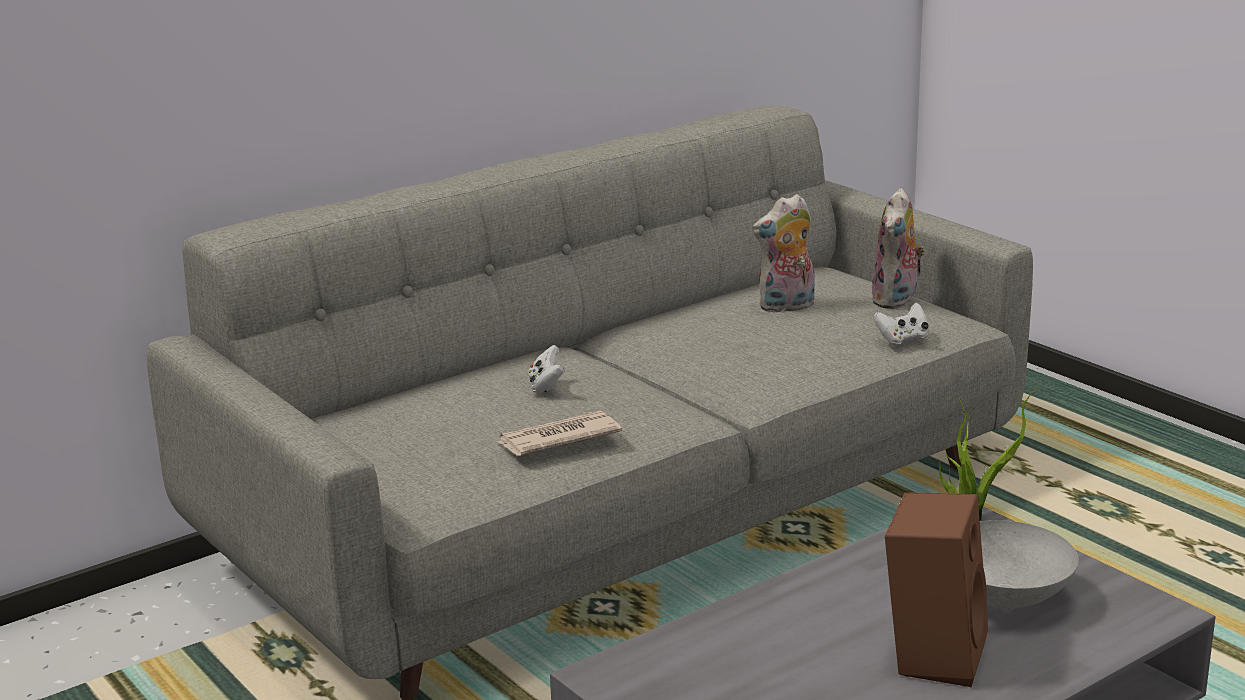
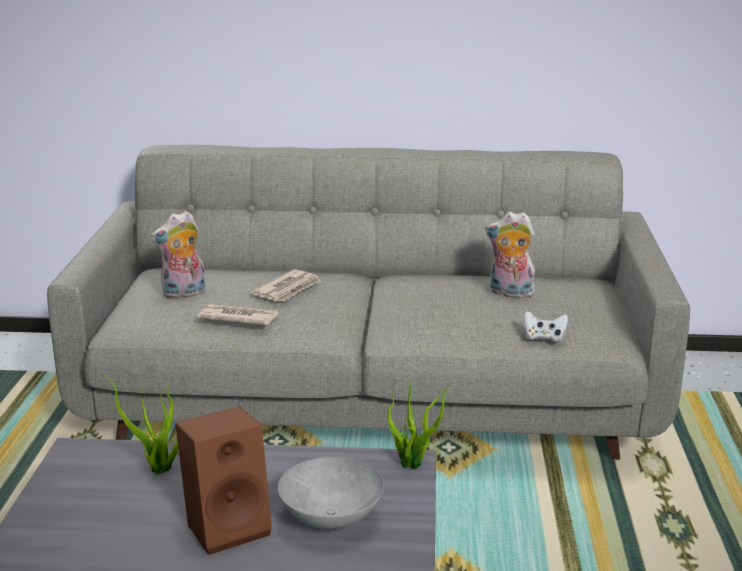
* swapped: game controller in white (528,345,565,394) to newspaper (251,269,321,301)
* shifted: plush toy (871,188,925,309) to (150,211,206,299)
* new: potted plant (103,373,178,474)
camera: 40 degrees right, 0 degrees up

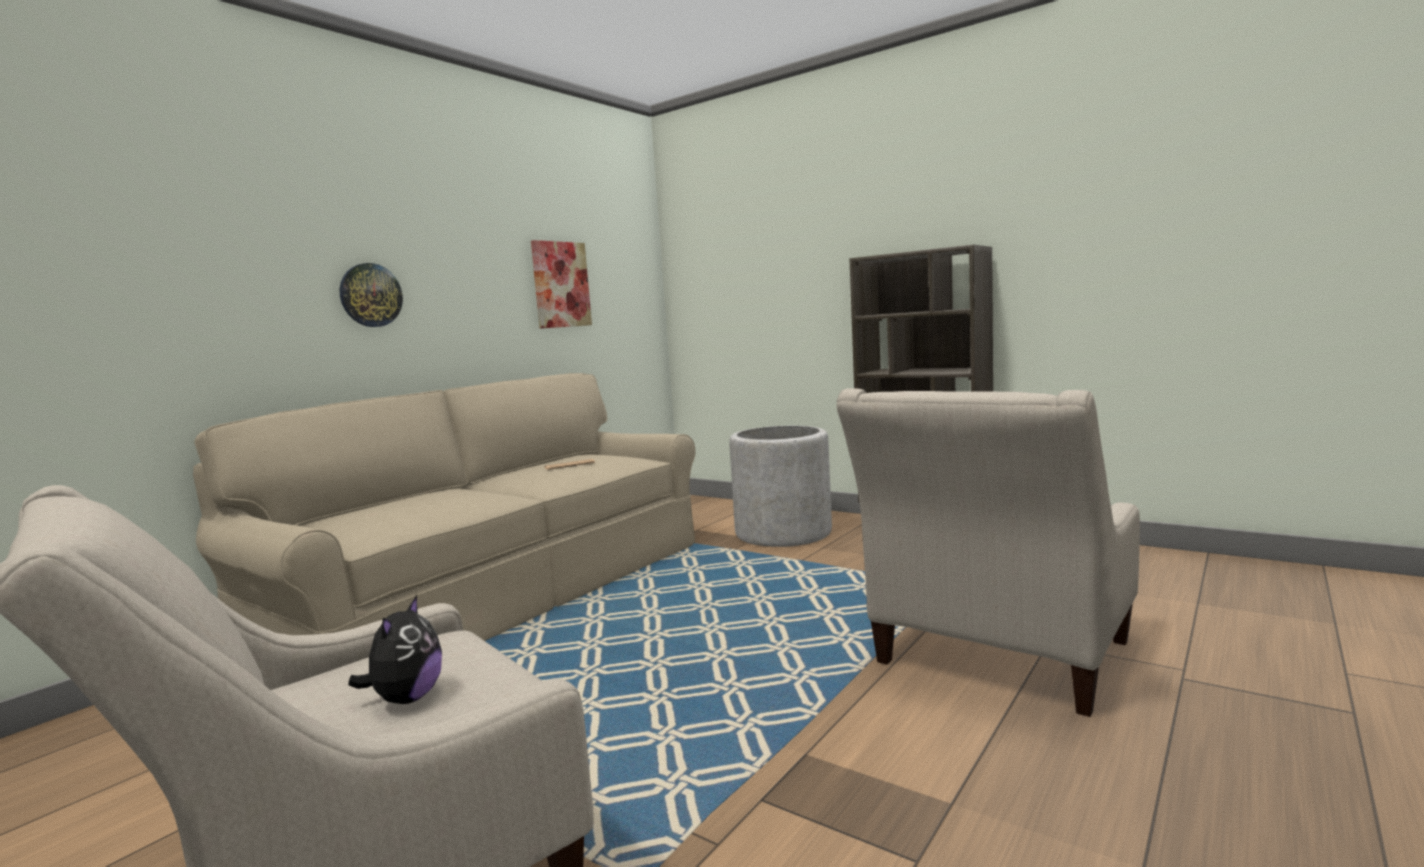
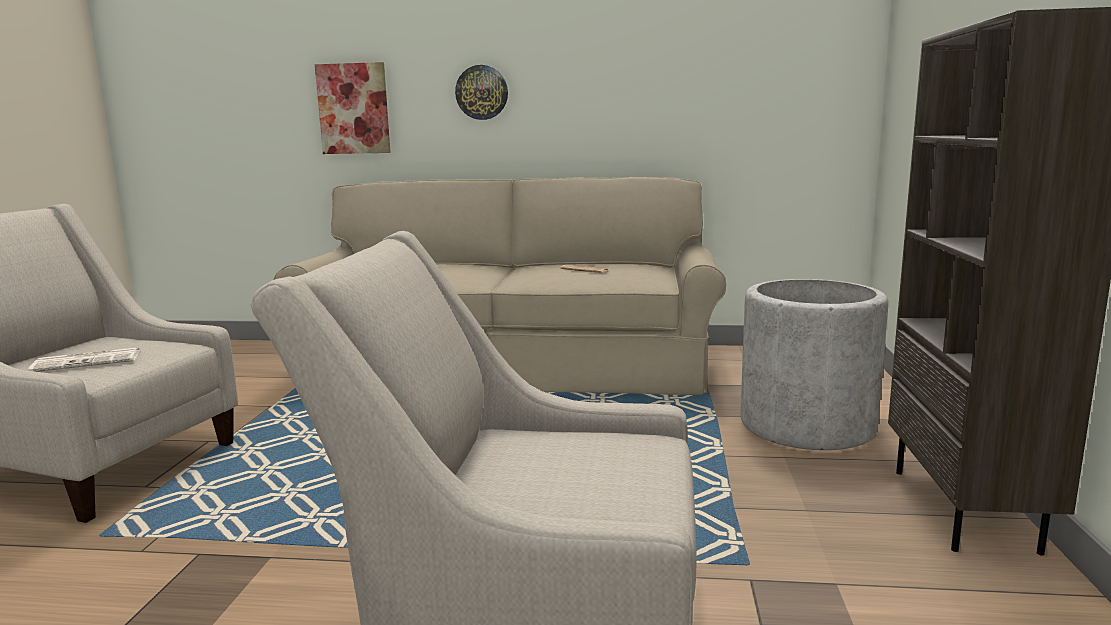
* swapped: plush toy (348,595,442,704) to newspaper (28,347,140,372)
* shifted: picture (531,240,592,328) to (315,62,391,154)
camera: 60 degrees right, 5 degrees up

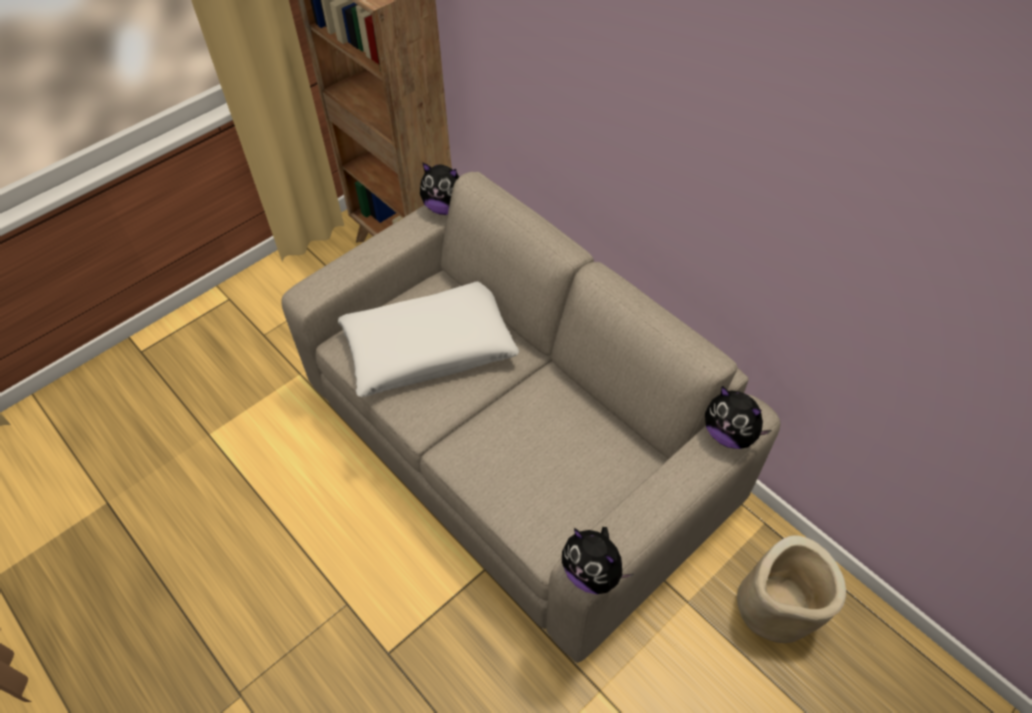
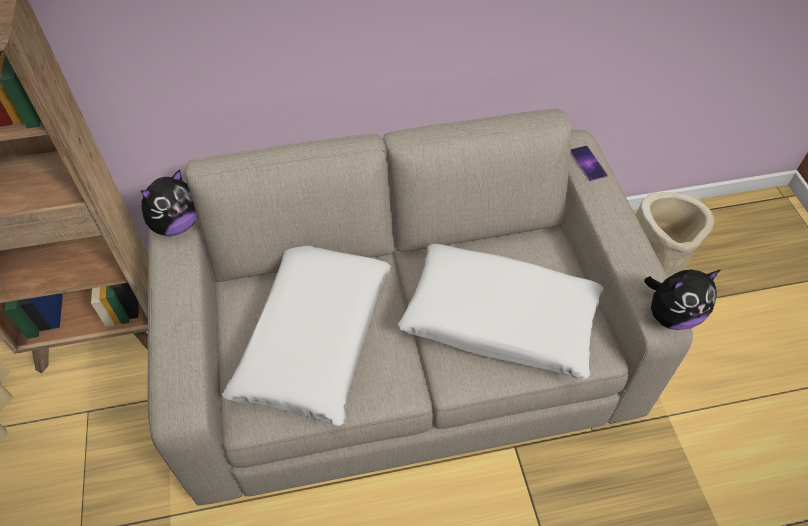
* swapped: plush toy (705,386,771,449) to phone (570,146,608,181)
* new: pillow in white (398,244,604,379)
camera: 60 degrees left, 0 degrees up

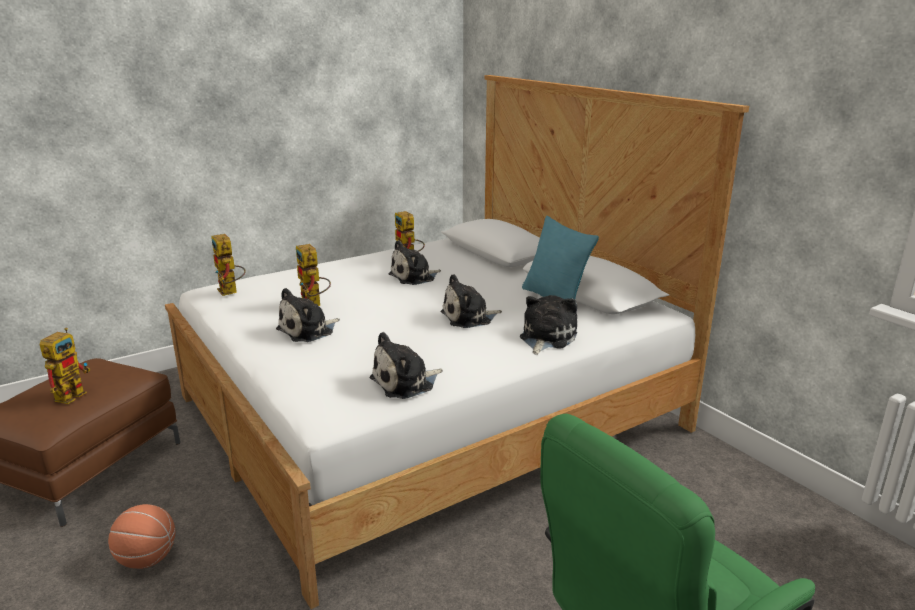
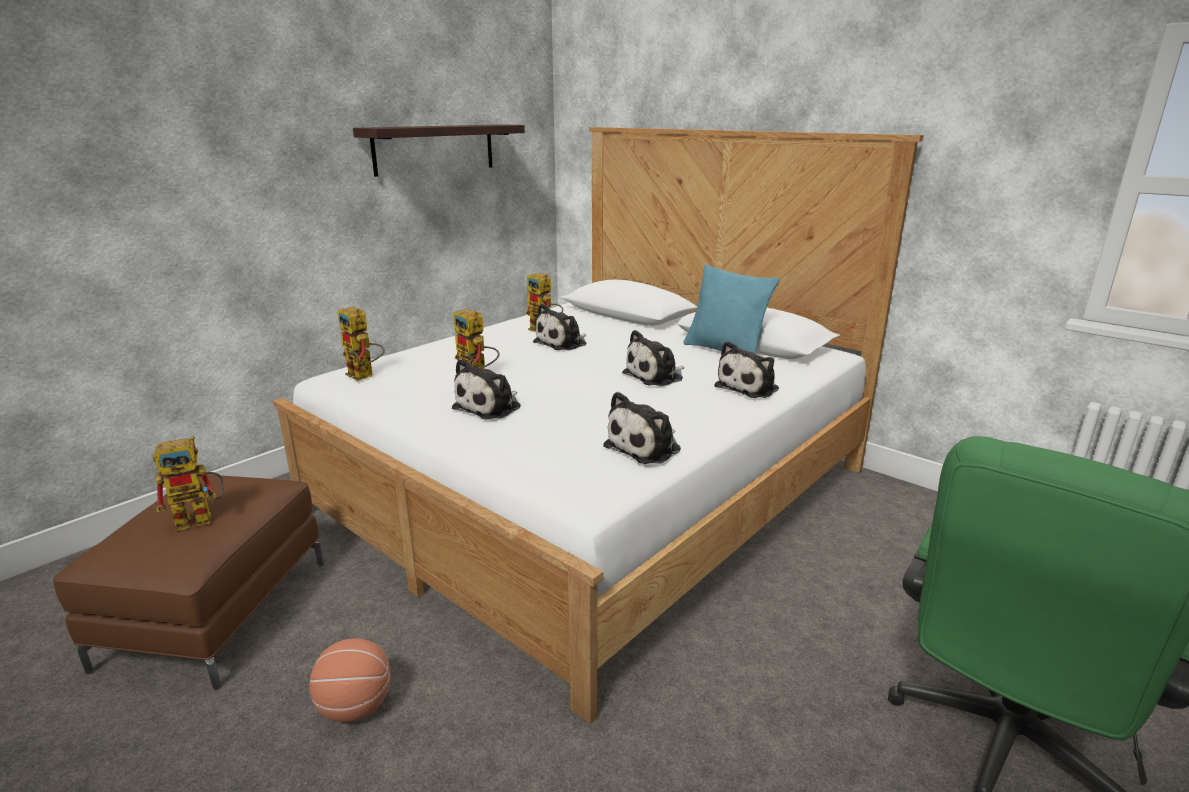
* rotated: toy robot (39,327,90,404) = (153,436,224,531) 60 degrees clockwise
* rotated: plush toy (520,295,577,355) = (714,341,779,398) 150 degrees counterclockwise
* new: shelf (353,124,525,177)
camera: 15 degrees left, 0 degrees up

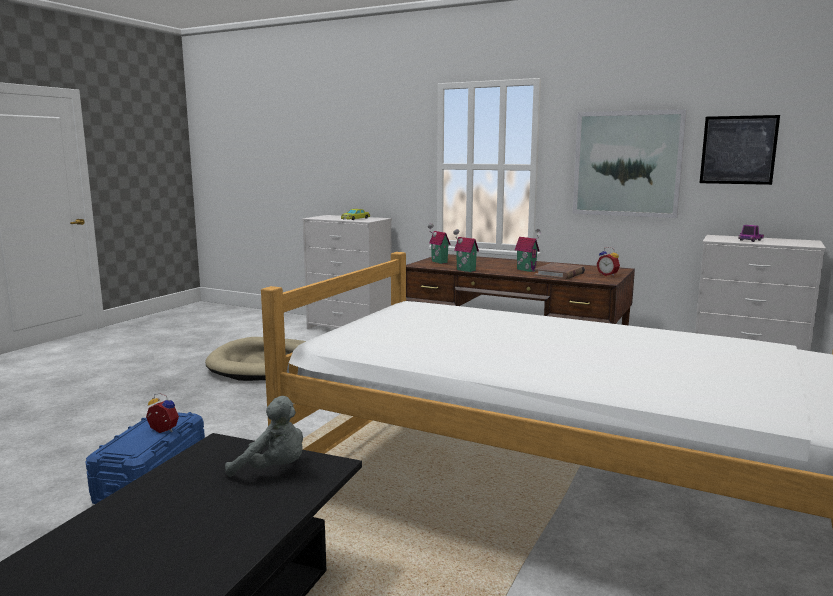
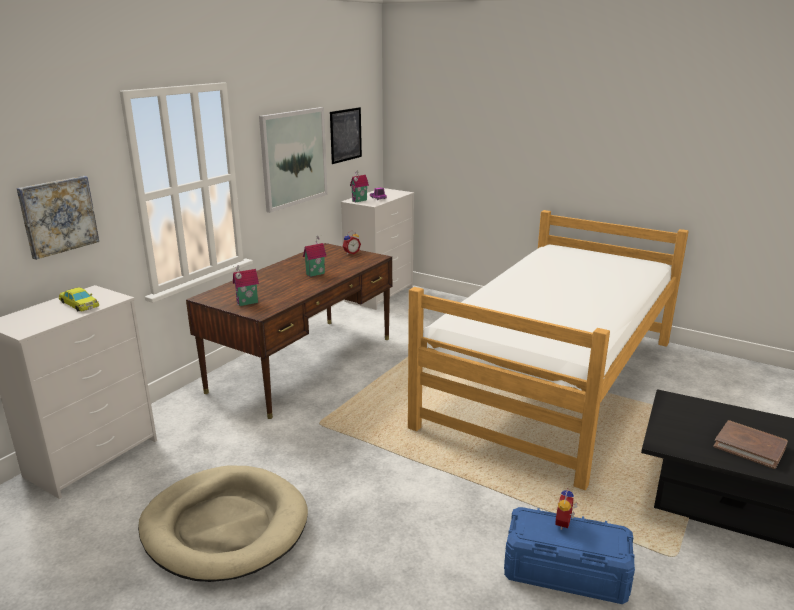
* gone: plush toy in grey (225,396,303,477)
* shifted: toy house (453,229,479,272) to (350,170,369,202)
* shifted: book in brown (534,263,585,279) to (713,420,788,469)
* new: picture (17,176,99,260)
camera: 85 degrees left, 10 degrees up

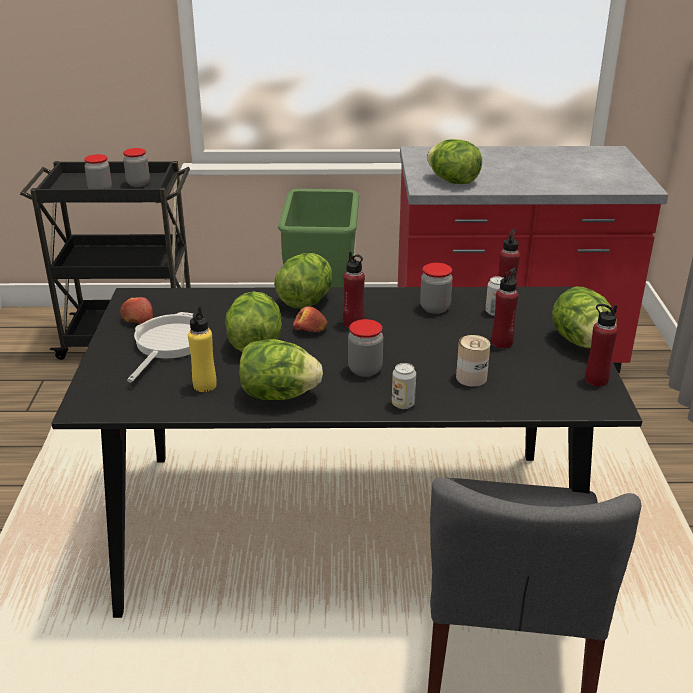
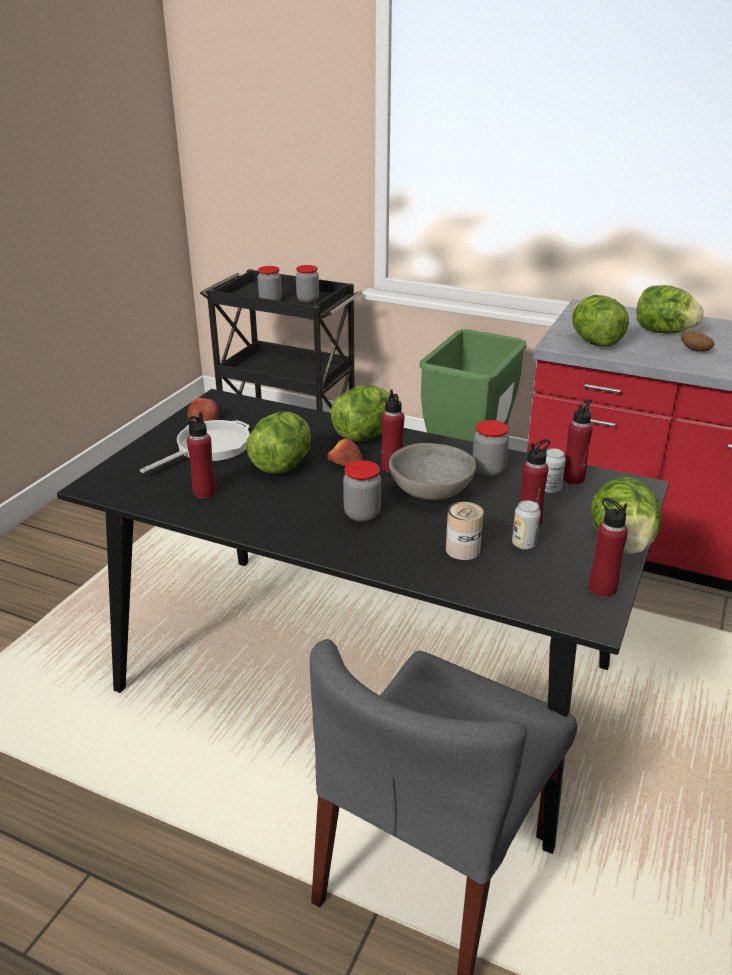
* repainted: bottle in yellow (188,307,217,392) to bottle in red (187,412,216,498)
* shifted: lettuce (239,339,323,400) to (636,285,704,333)
* shifted: can (392,363,416,409) to (512,500,541,550)
* new: bowl in grey (389,443,476,500)
* new: potato (681,331,715,352)
camera: 25 degrees right, 0 degrees up

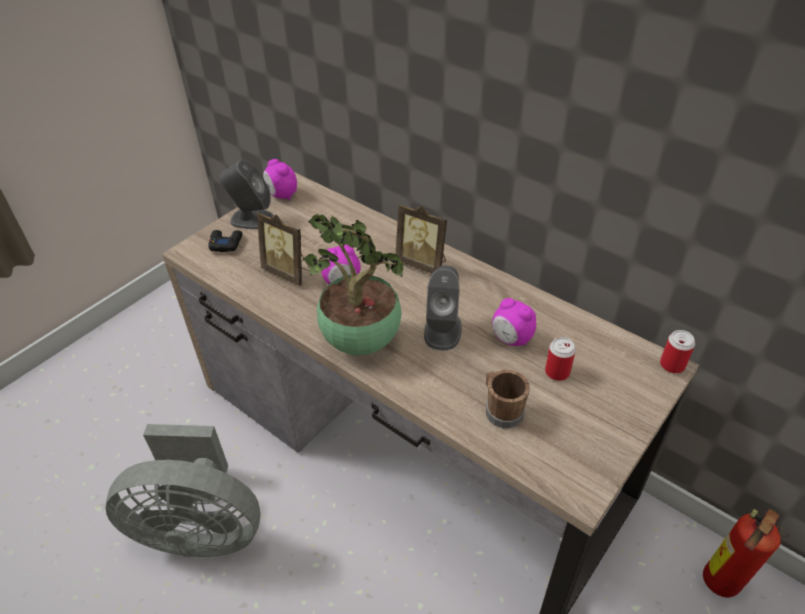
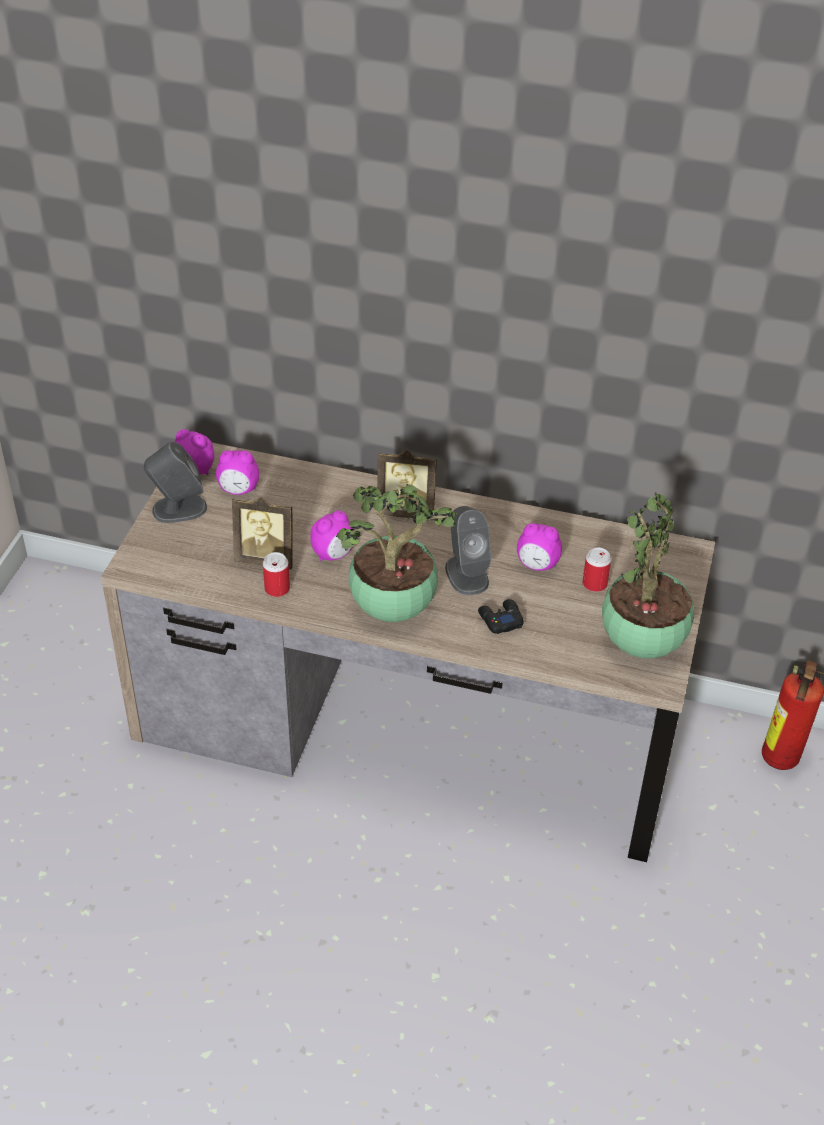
* gone: fan in grey (106,424,260,557)
* shifted: game controller in black (208,230,243,252) to (478,599,524,634)
* gone: mug in brown (486,370,530,428)
* shifted: can (660,330,695,374) to (263,552,290,597)
* new: alarm clock (216,450,259,495)
* new: potted plant (602,492,694,658)
camera: 25 degrees left, 0 degrees up

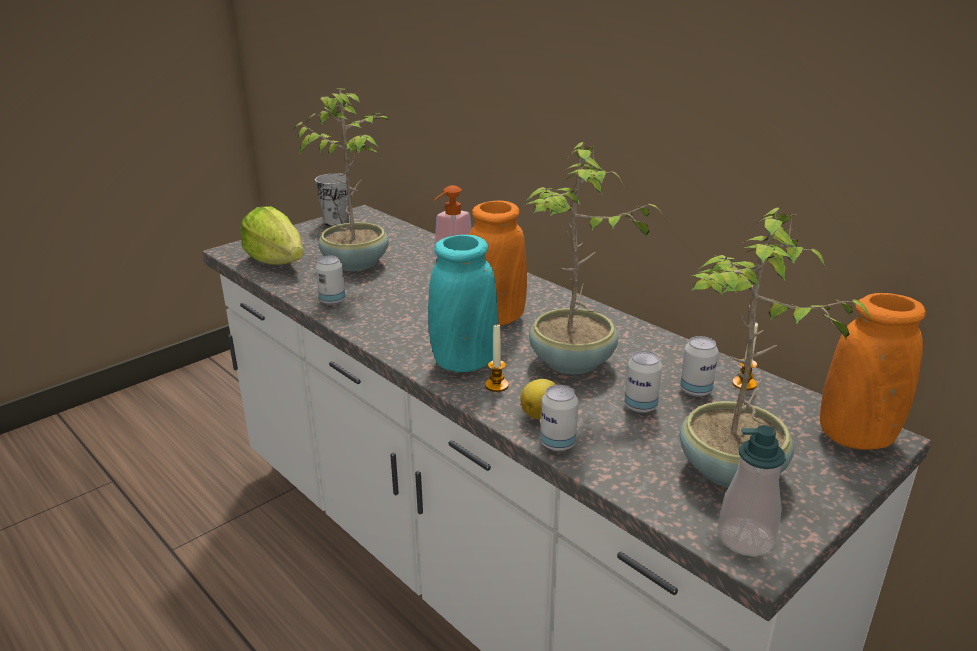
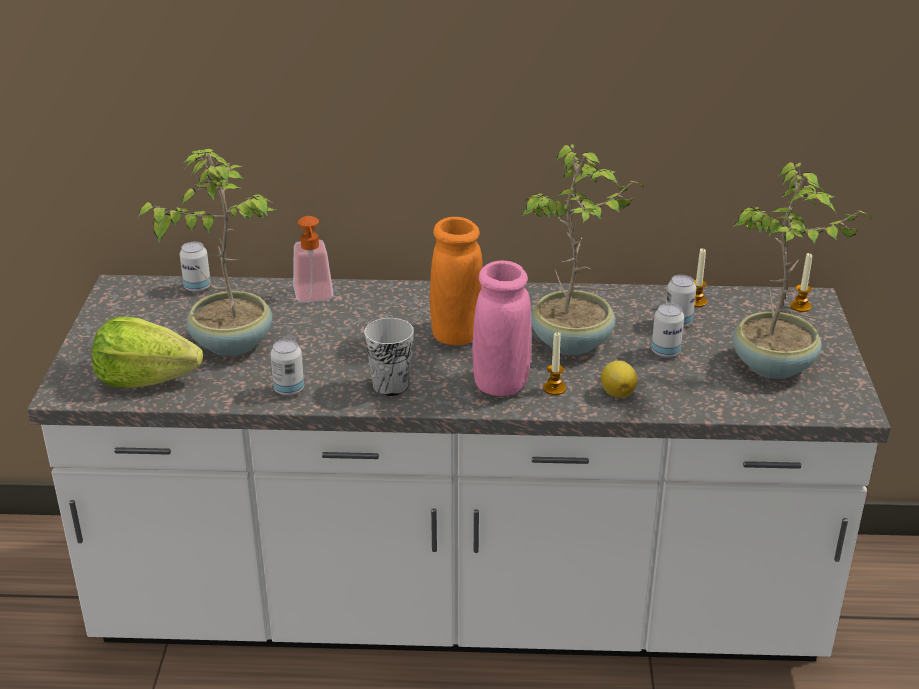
* shifted: cup (315,173,349,227) to (364,318,414,396)
* repainted: vase in turquoise (428,235,499,372) to vase in pink (472,261,531,396)
* shifted: can (541,385,578,451) to (180,242,211,292)
* gone: soap dispenser (718,425,786,557)
* swapped: vase in orange (820,293,926,450) to candle (790,253,812,312)
camera: 45 degrees left, 5 degrees up

